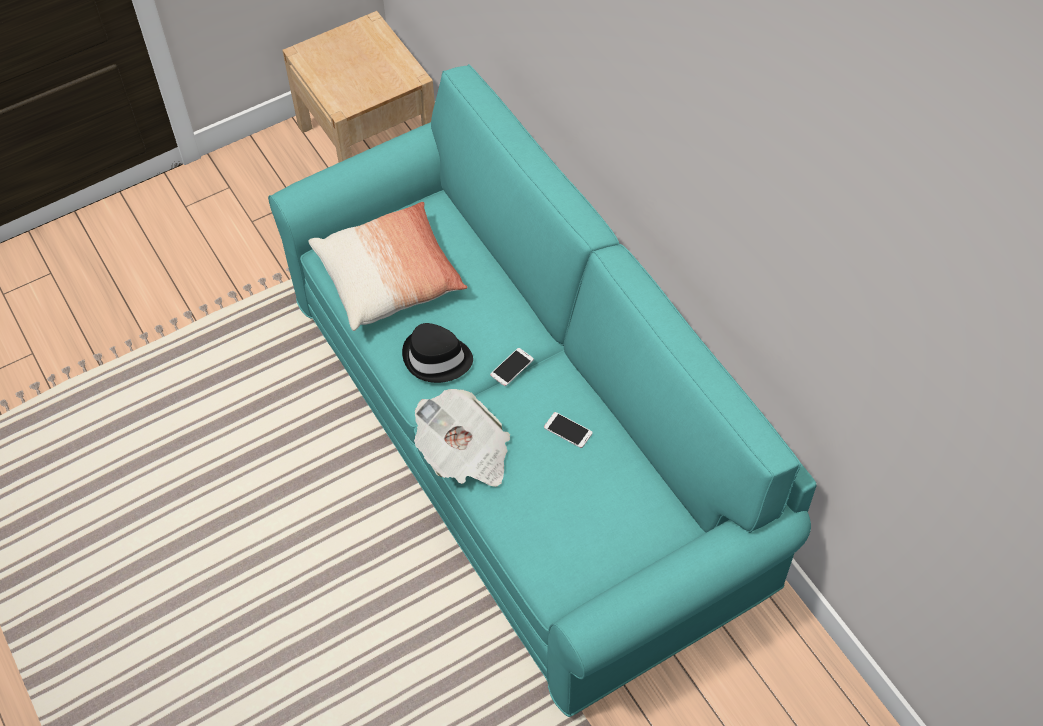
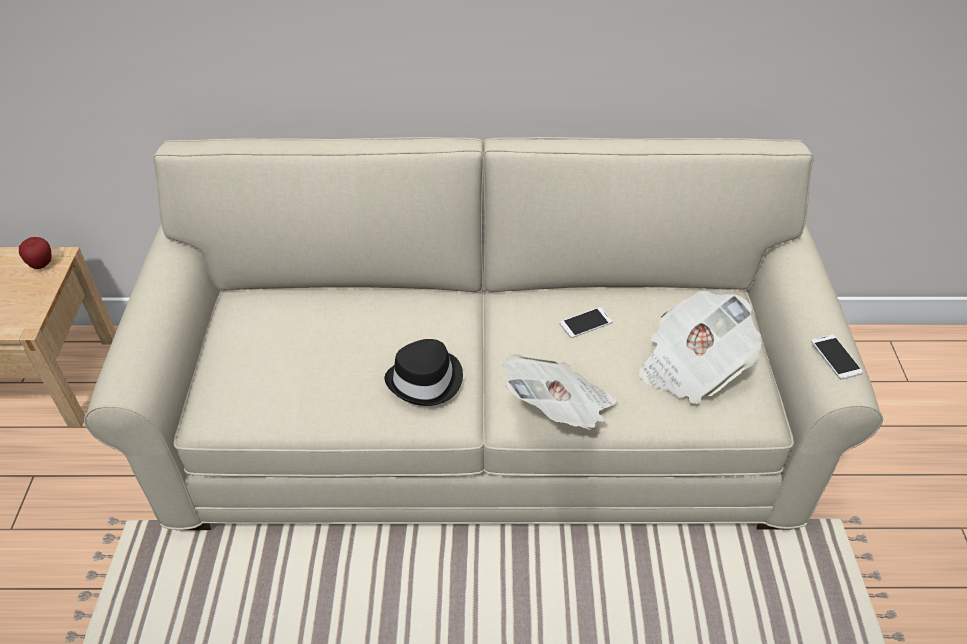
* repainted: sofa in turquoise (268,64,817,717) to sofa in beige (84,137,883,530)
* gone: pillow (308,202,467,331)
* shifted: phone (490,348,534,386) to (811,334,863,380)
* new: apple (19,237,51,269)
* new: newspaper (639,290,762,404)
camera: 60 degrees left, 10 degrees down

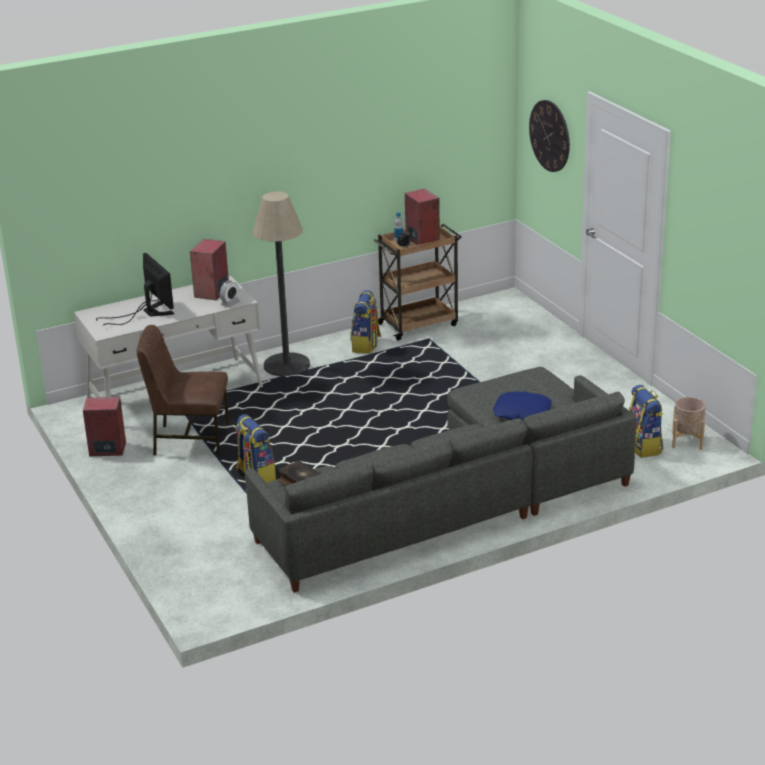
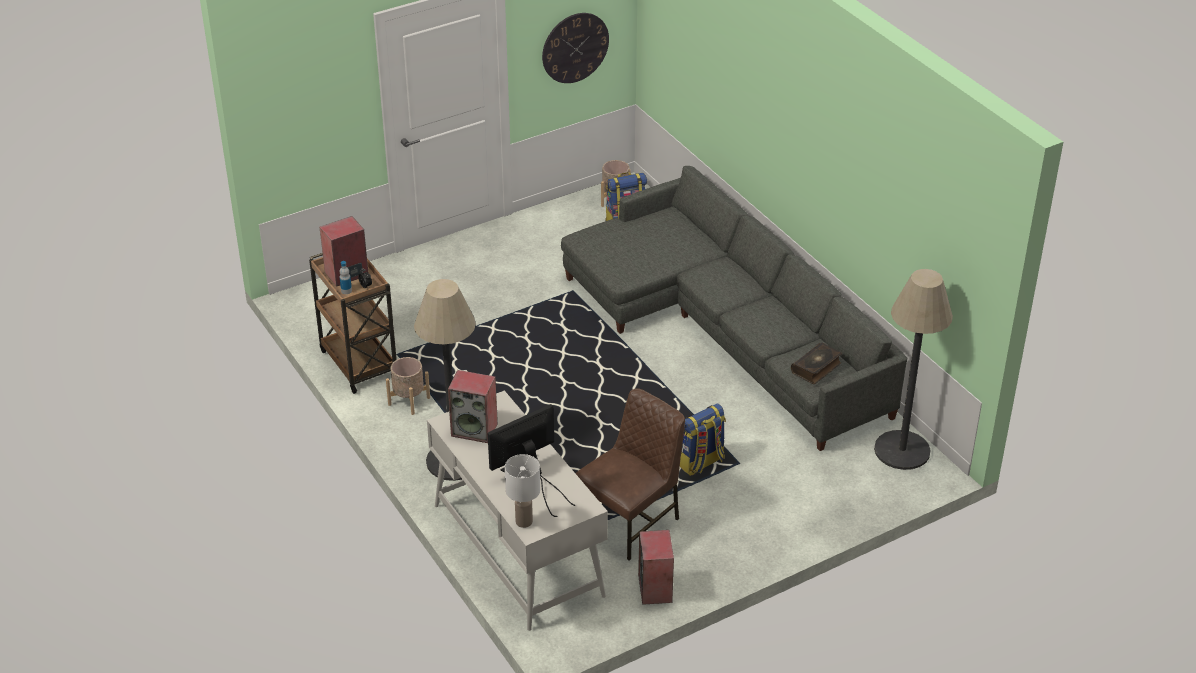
* rotated: chair in brown (137,325,229,456) = (575,389,685,561) 135 degrees counterclockwise
* gone: alarm clock (220,281,240,308)
* swapped: backpack (350,290,381,354) to planter in beige (386,357,430,415)
* gone: pillow in blue (493,391,551,420)
* shifted: wall clock (529,100,570,172) to (542,13,609,83)
* new: table lamp in white (505,454,540,528)
* new: floor lamp (874,269,953,470)
camera: 95 degrees left, 10 degrees up

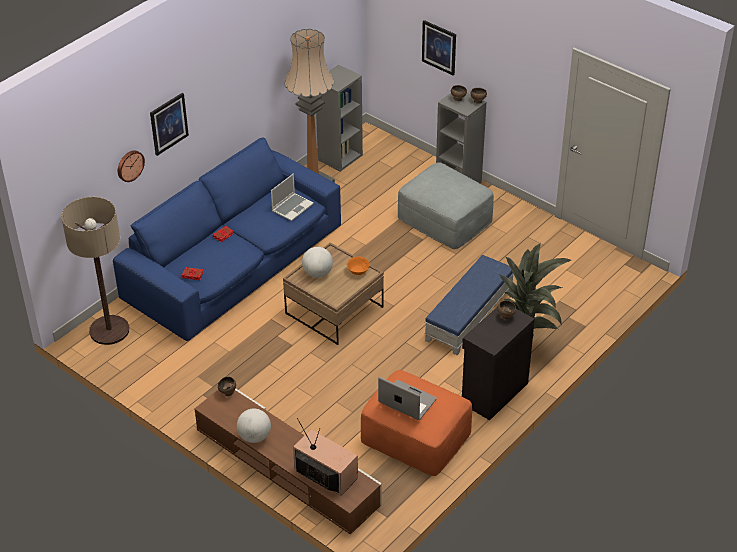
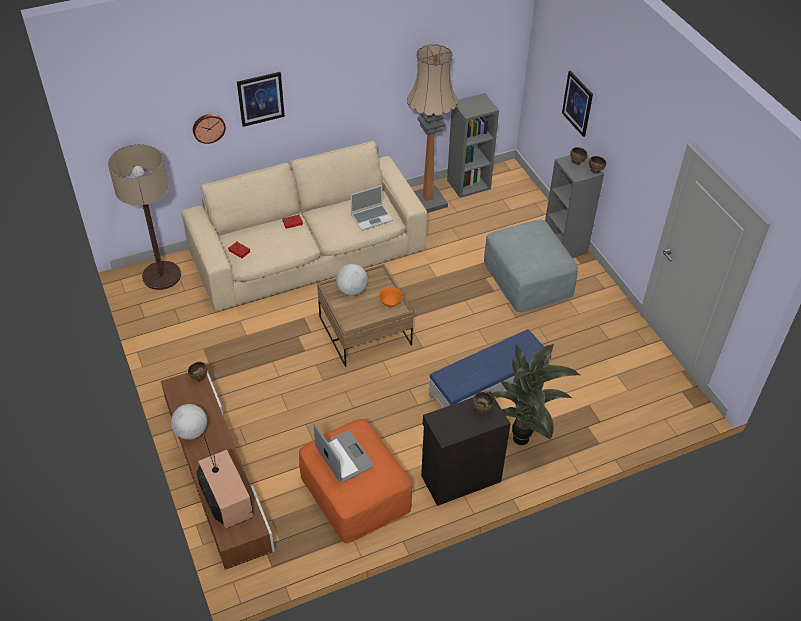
* repainted: sofa in blue (113,138,341,341) to sofa in beige (181,141,427,311)
camera: 25 degrees right, 5 degrees up

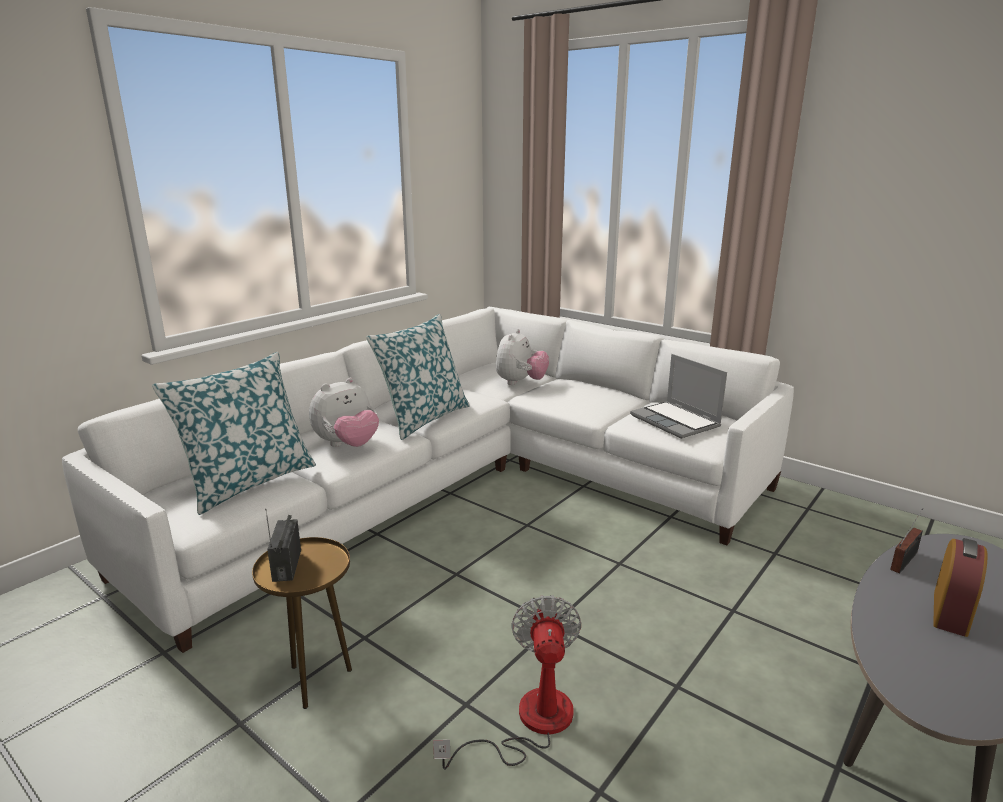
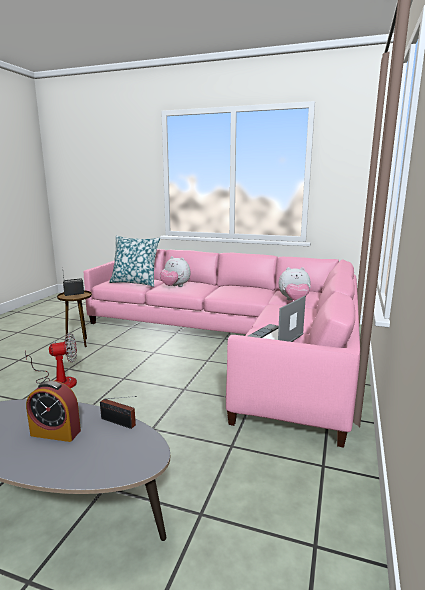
* repainted: sofa in white (62,307,794,653) to sofa in pink (84,249,360,448)
* gone: pillow (366,314,470,440)
camera: 70 degrees right, 5 degrees down

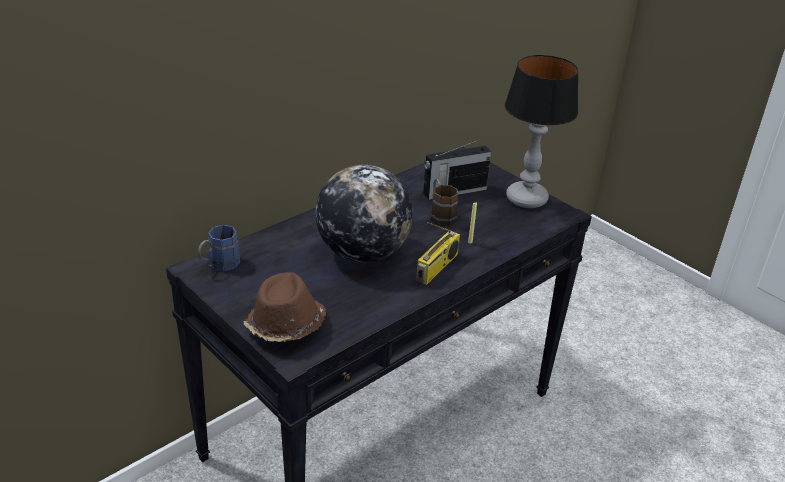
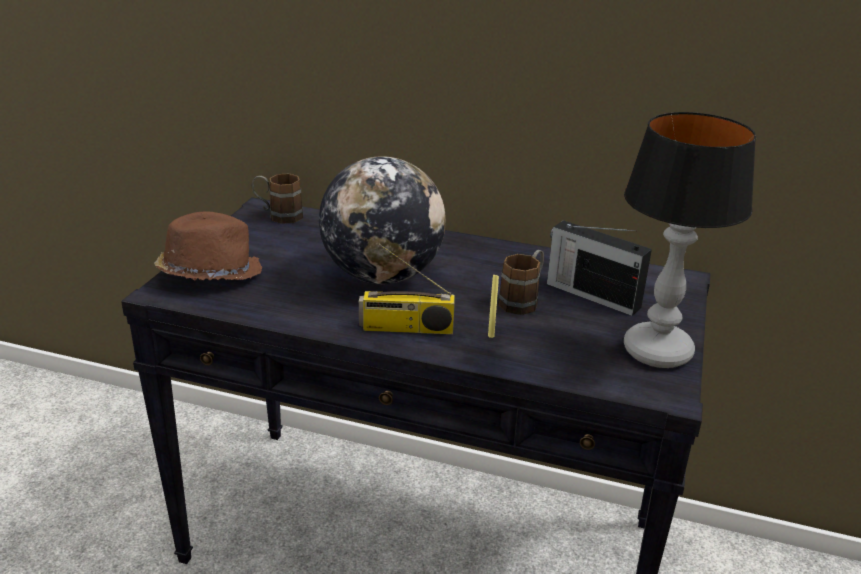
* repainted: mug in blue (198,225,240,271) to mug in brown (252,173,303,224)
camera: 60 degrees right, 5 degrees down

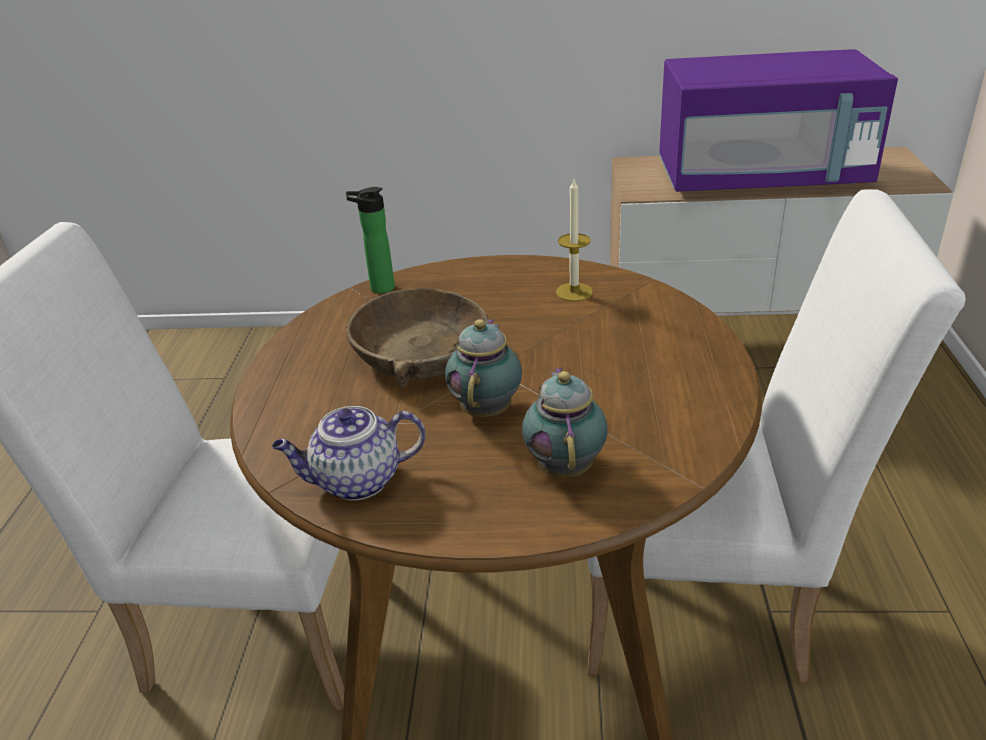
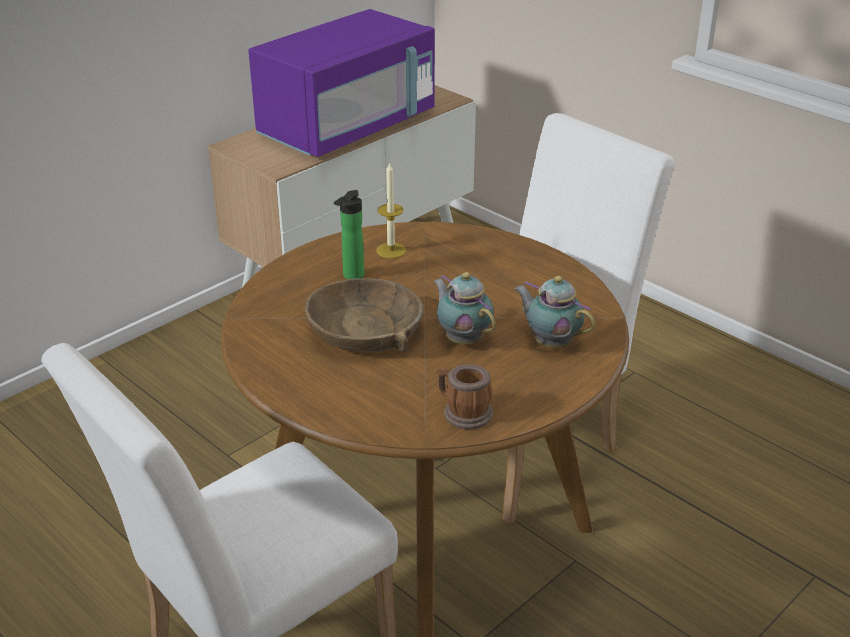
* swapped: teapot (272,406,425,501) to mug (437,364,493,430)
* shifted: bottle (346,187,395,293) to (334,190,364,279)
camera: 50 degrees left, 0 degrees up

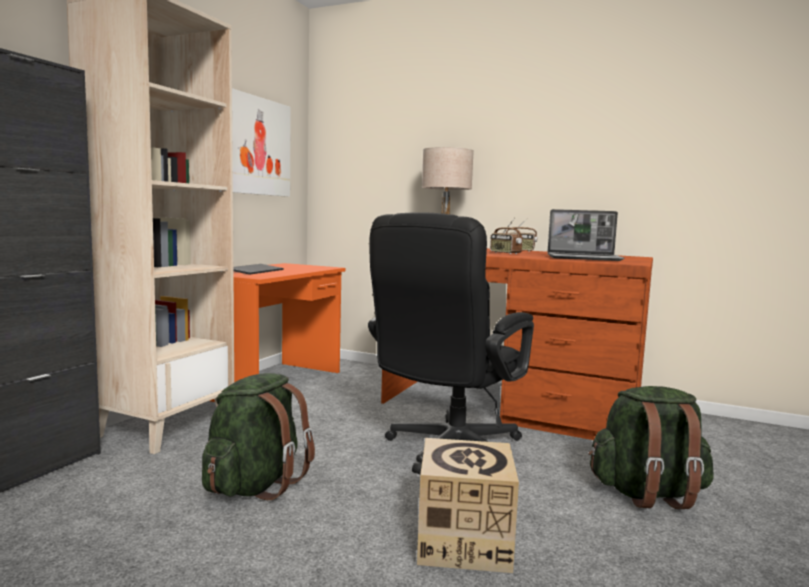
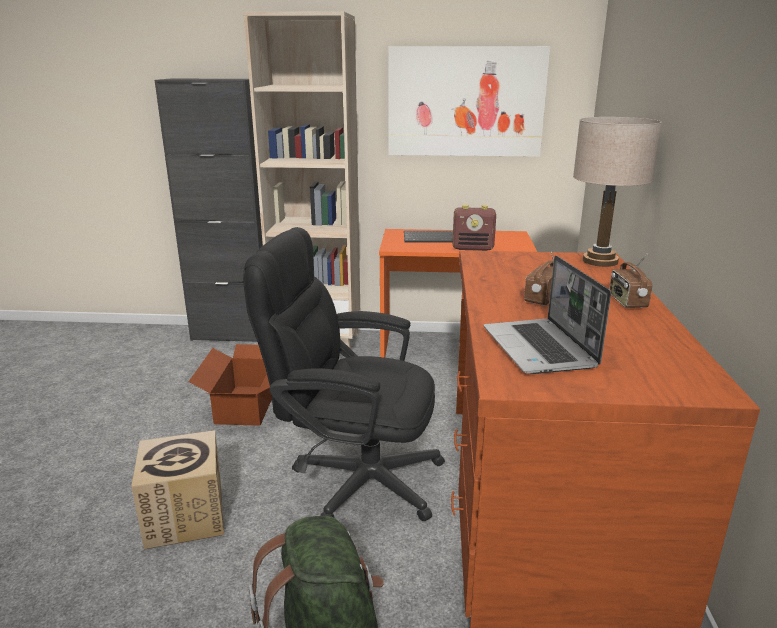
* swapped: backpack in green (202,373,315,500) to cardboard box (188,344,272,426)
* new: radio (453,205,496,251)
camera: 70 degrees right, 15 degrees up

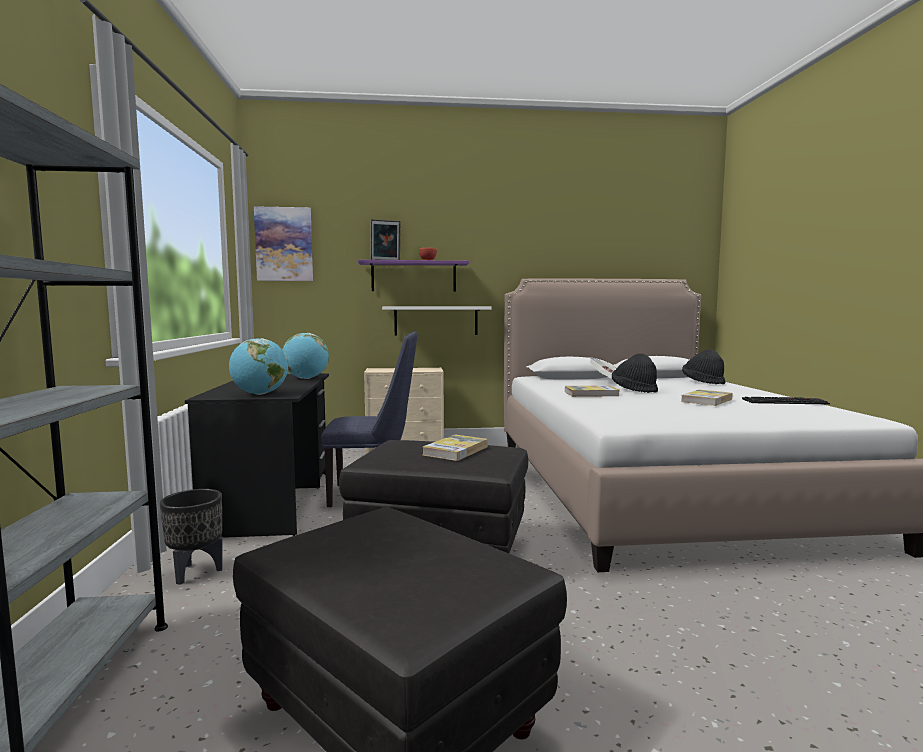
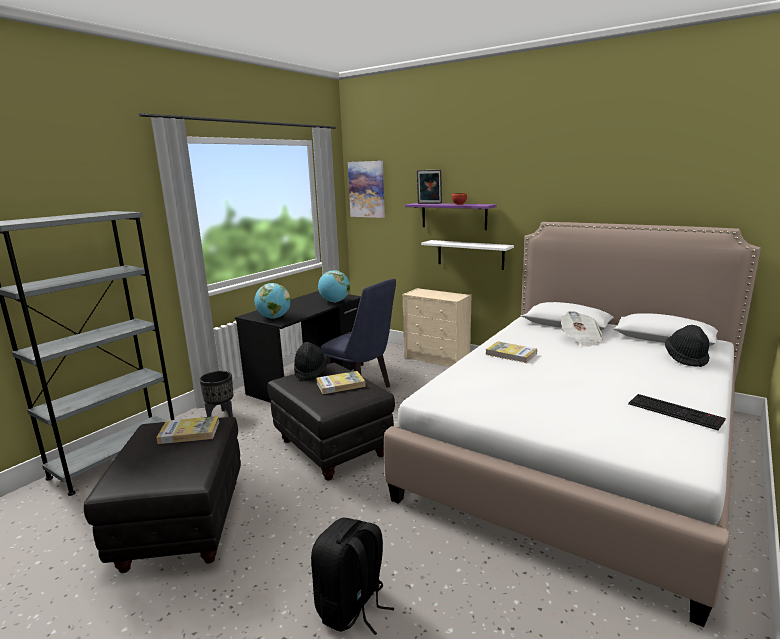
* shifted: hat in black (612,354,658,393) to (294,342,327,380)
* shifted: book (681,389,733,406) to (156,416,219,444)
* new: backpack in black (311,518,394,635)
camera: 40 degrees right, 10 degrees up

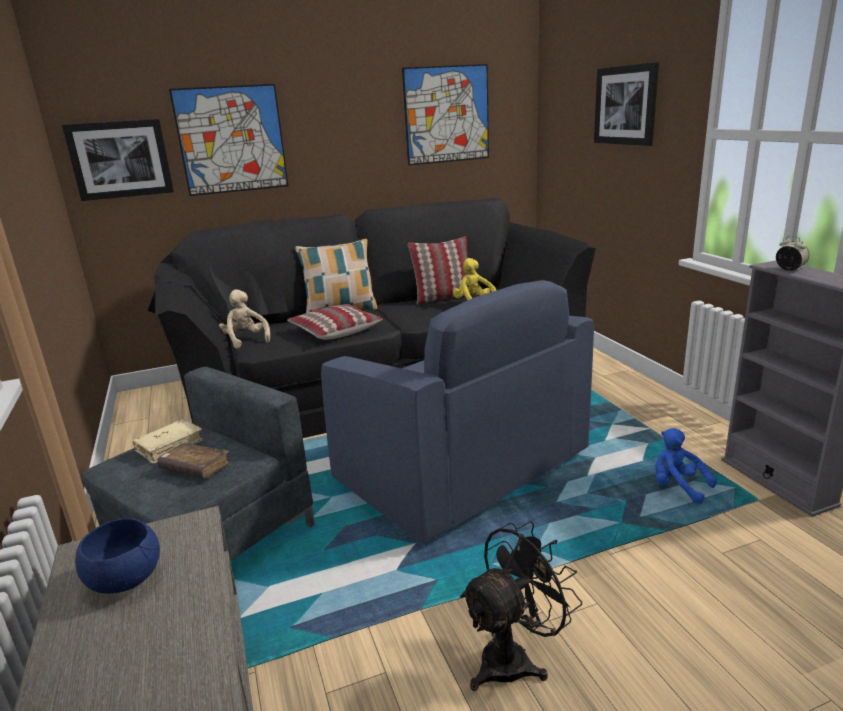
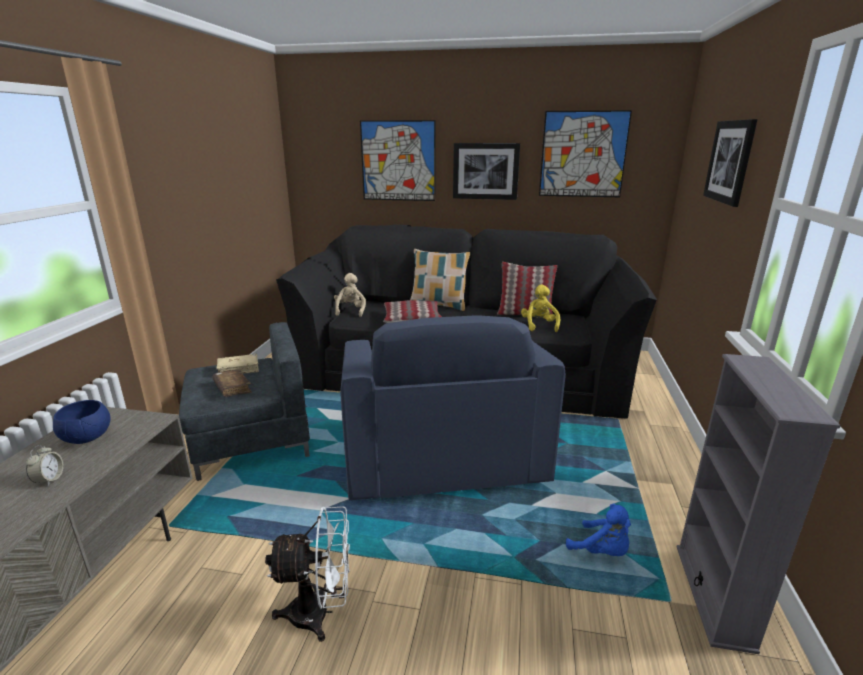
* shifted: picture (62,119,174,201) to (453,143,520,200)
* repainted: fan in black (460,521,582,691) to fan in white (265,506,350,642)
* rotated: plush toy in blue (655,428,717,504) = (566,504,631,556) 150 degrees clockwise
* shifted: alarm clock (776,236,810,271) to (26,445,64,486)
camera: 30 degrees right, 0 degrees up

